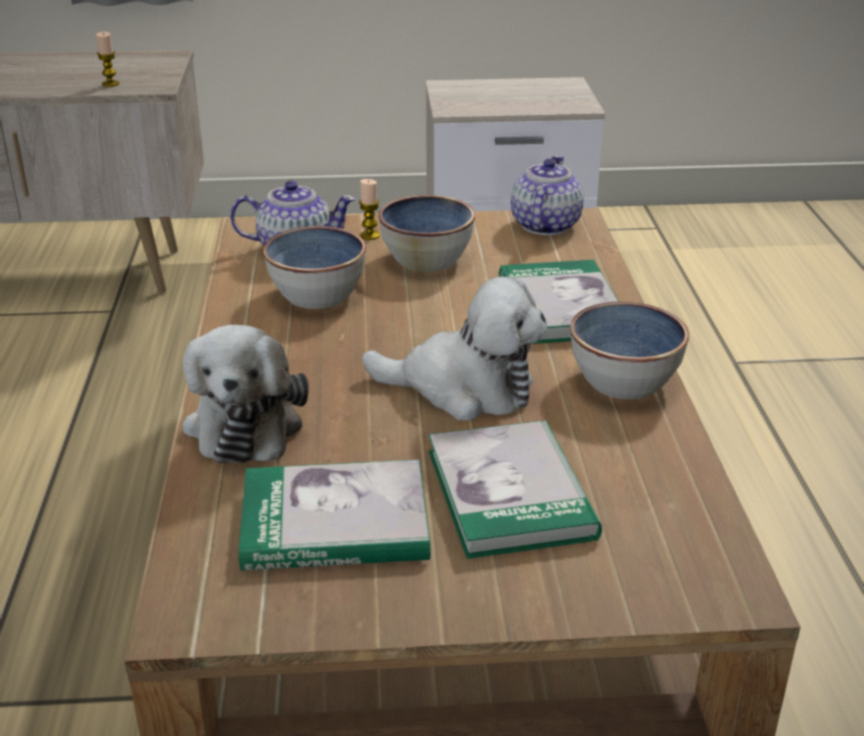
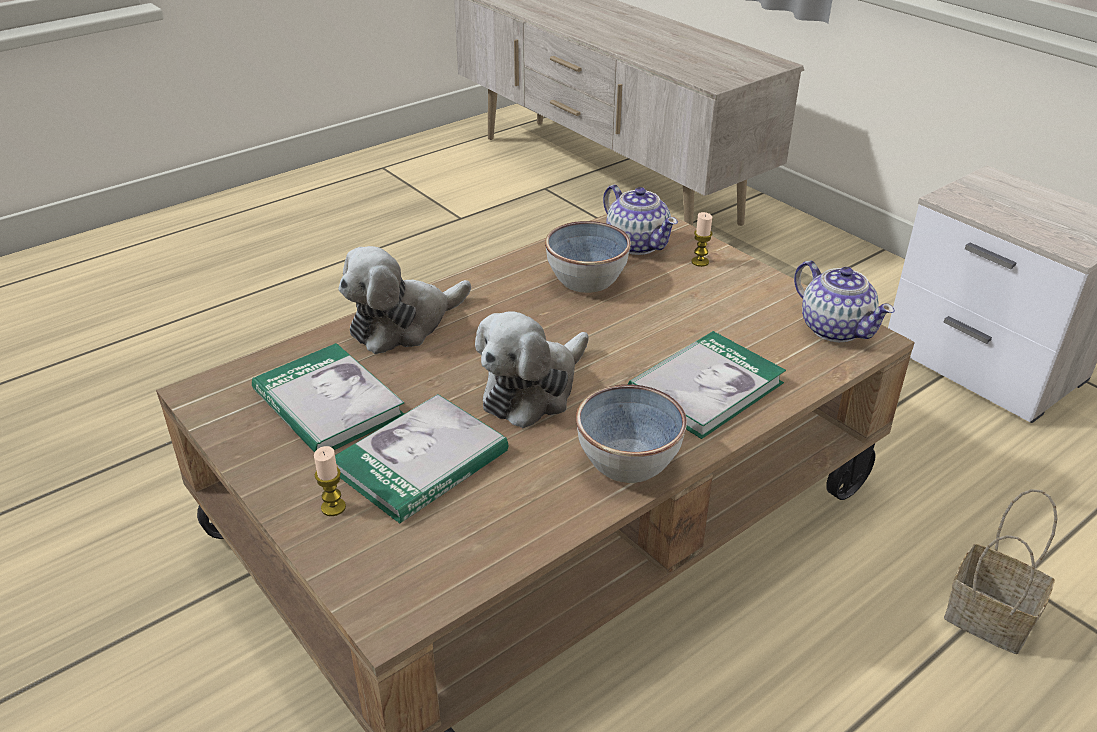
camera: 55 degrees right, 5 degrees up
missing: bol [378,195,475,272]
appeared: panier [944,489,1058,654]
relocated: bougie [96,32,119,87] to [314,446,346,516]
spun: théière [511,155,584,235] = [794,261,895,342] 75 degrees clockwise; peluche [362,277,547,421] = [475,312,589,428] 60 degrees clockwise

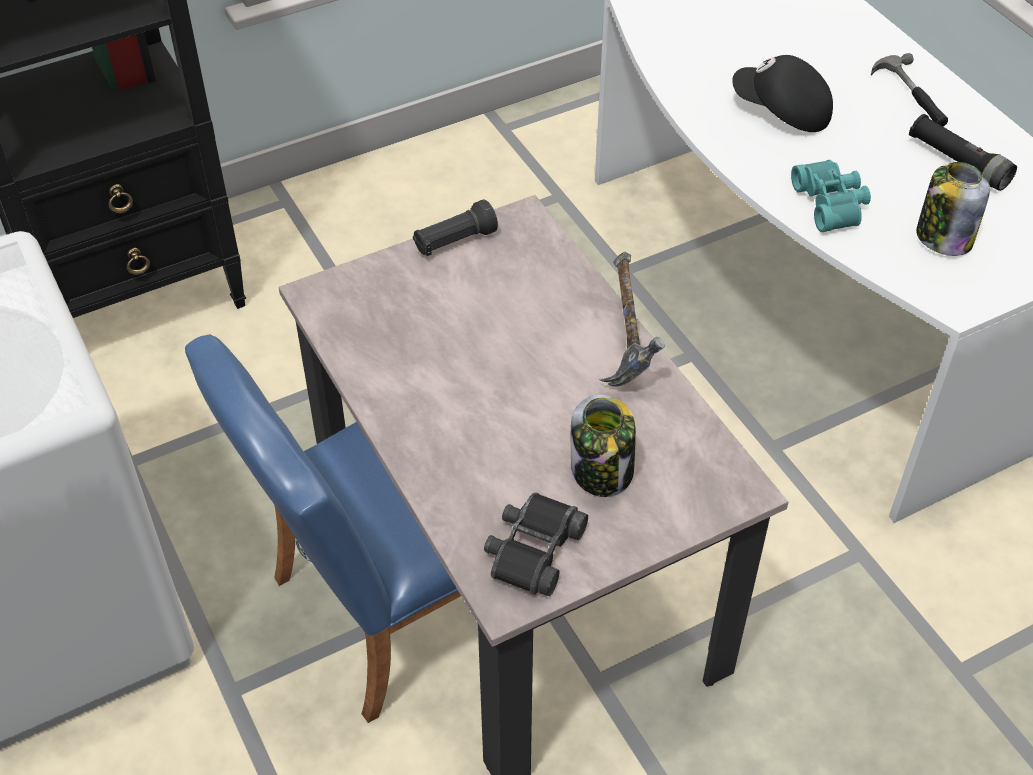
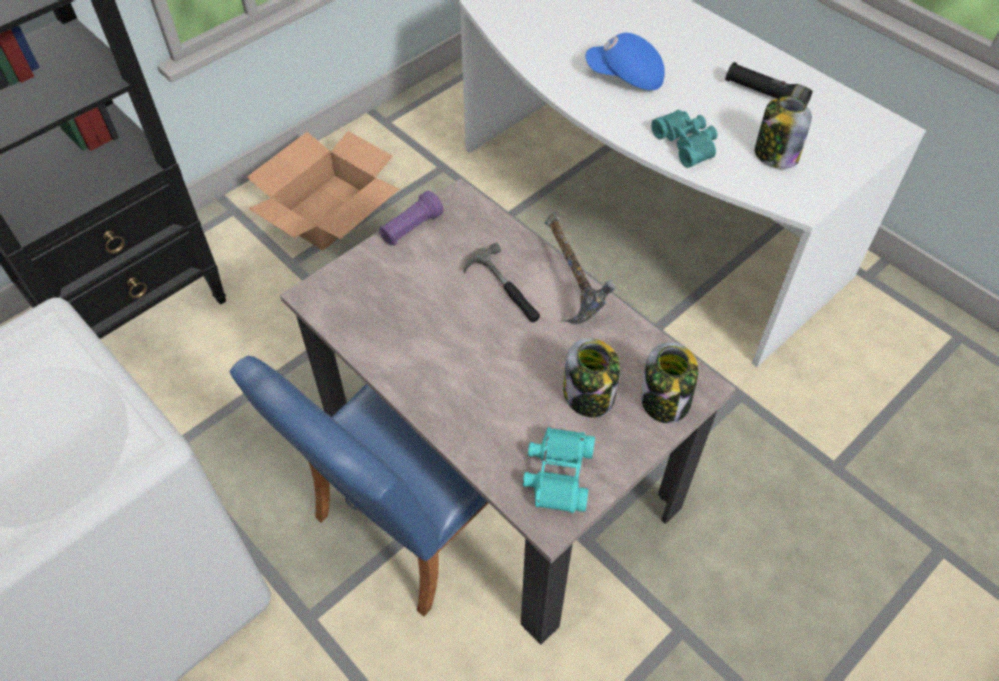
camera: 15 degrees left, 5 degrees up
appeared: carton [247,131,399,251]; bocal [641,342,698,423]
relocated: marteau [871,53,948,126] to [464,243,540,322]
colour: casquette [noir] [732,55,833,132] to casquette [bleu] [585,33,665,90]; lampe de poche [noir] [413,200,498,256] to lampe de poche [violet] [379,191,443,246]; jumelles [noir] [484,492,588,596] to jumelles [turquoise] [523,427,595,513]

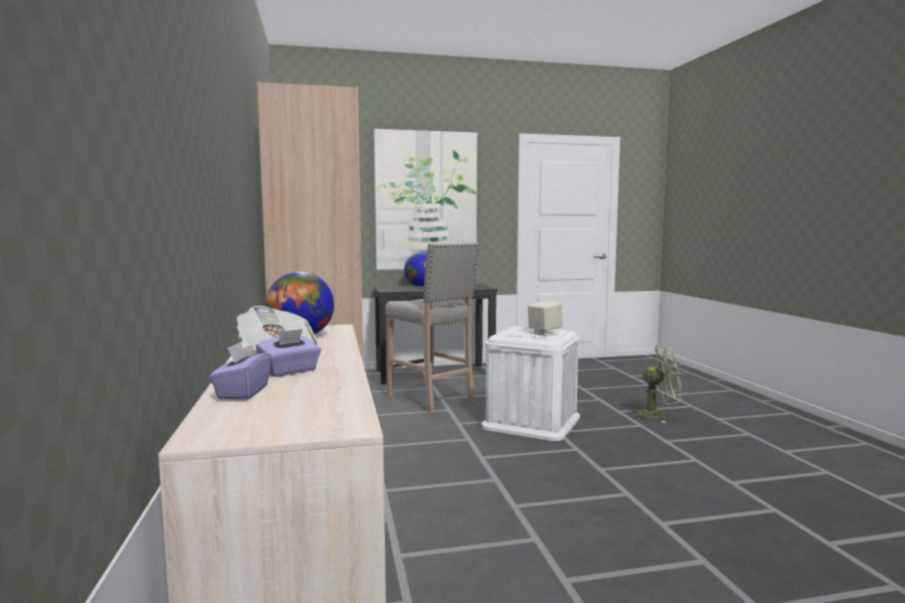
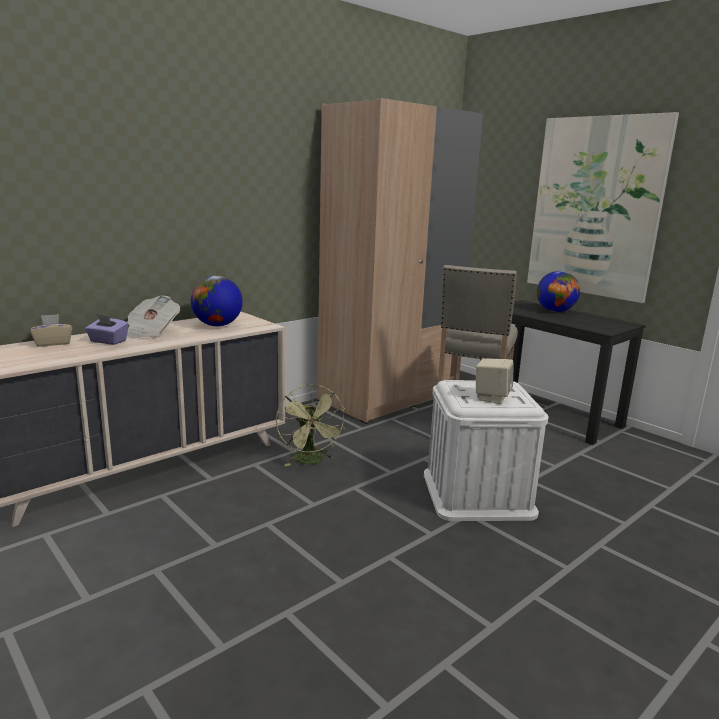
camera: 60 degrees right, 10 degrees up
relocated: ventilateur [vert] [628,344,681,423] to [276,384,345,466]
colour: boîte à mouchoirs [violet] [209,342,271,400] to boîte à mouchoirs [beige] [30,314,72,347]

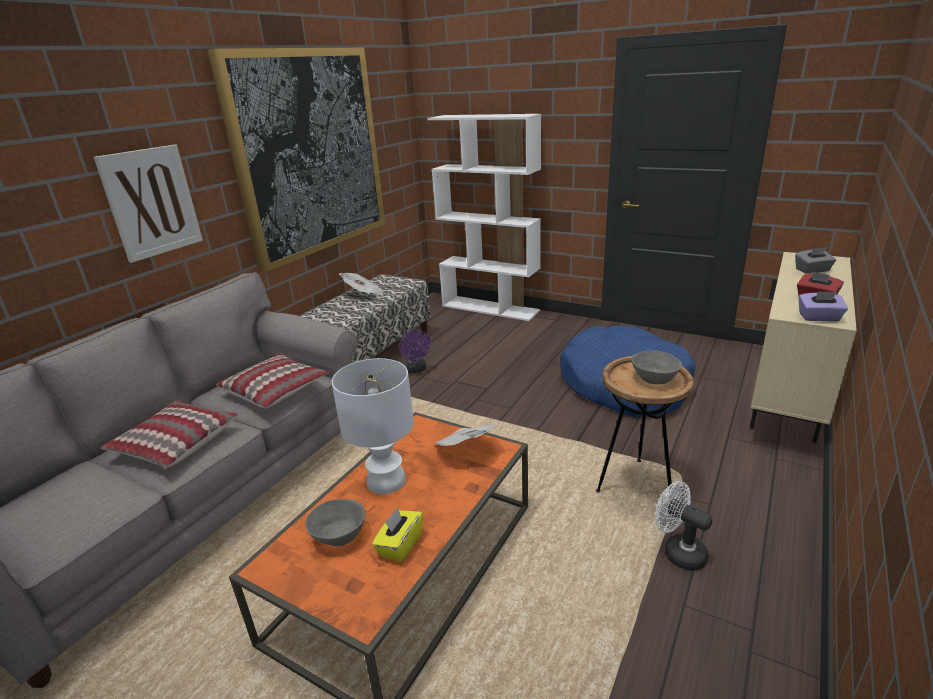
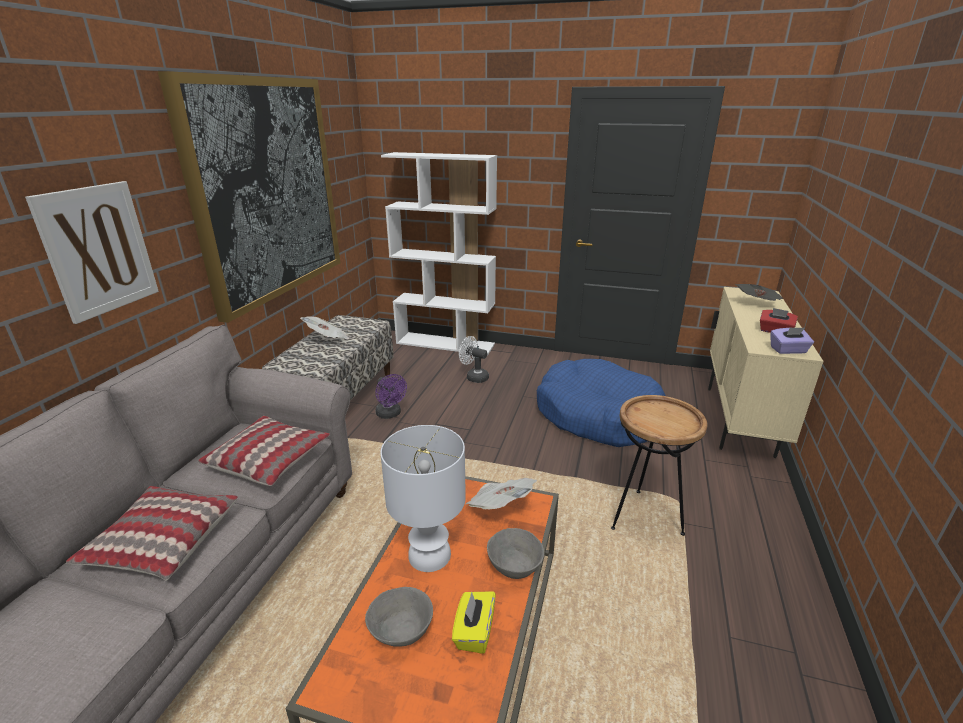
camera: 15 degrees left, 0 degrees up
relocated: bol [gris] [631,351,682,384] to [487,528,544,579]; ventilateur [blanc] [655,481,713,571] to [459,336,489,383]
exchanged: boîte à mouchoirs [gris] [795,247,836,274] to journal [735,284,783,301]

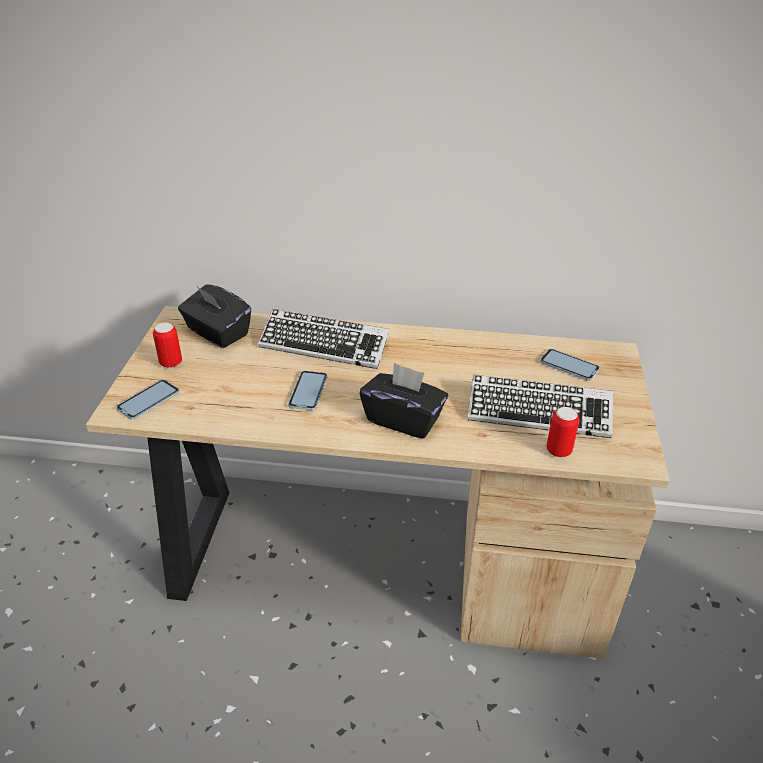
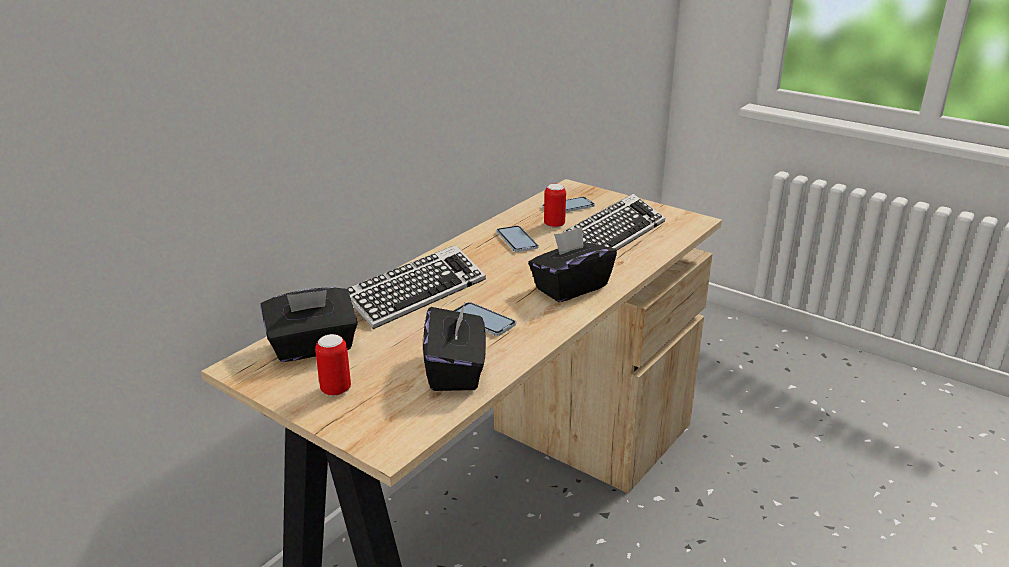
camera: 60 degrees left, 10 degrees down
appeared: boîte à mouchoirs [noir] [423,300,486,391]
relocated: téléphone [116,380,179,420] to [496,226,538,252]; boîte métallique [546,407,580,457] to [544,184,566,228]

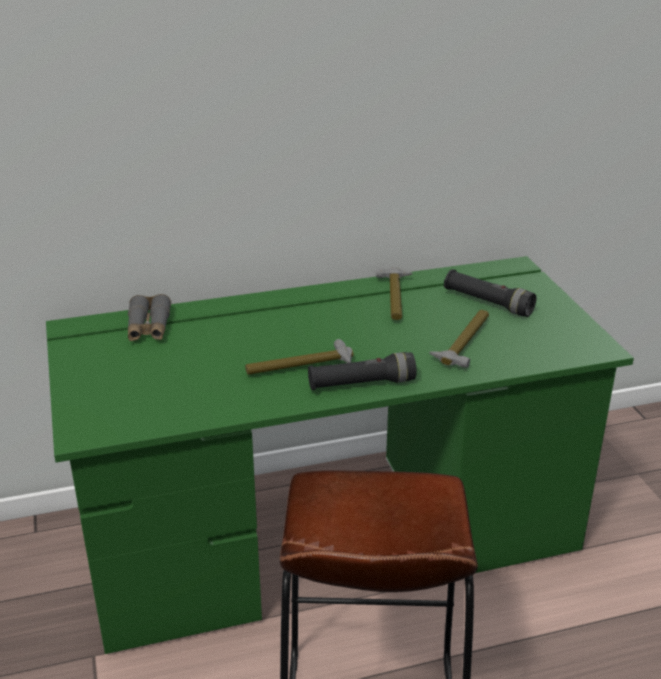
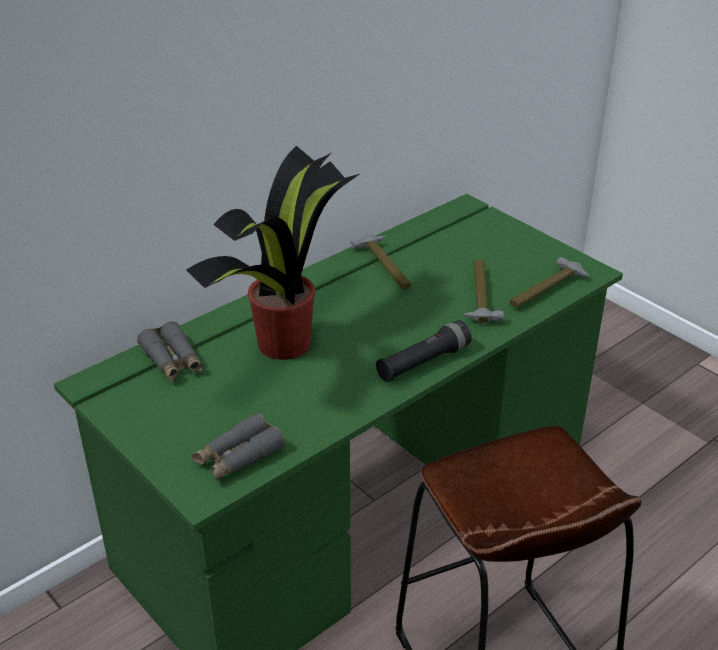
camera: 25 degrees left, 5 degrees up
missing: lampe de poche [noir] [444,269,536,317]
appeared: plante en pot [186,146,359,360]; jumelles [gris] [192,413,285,481]
relocated: marteau [245,339,354,375] to [510,257,589,308]

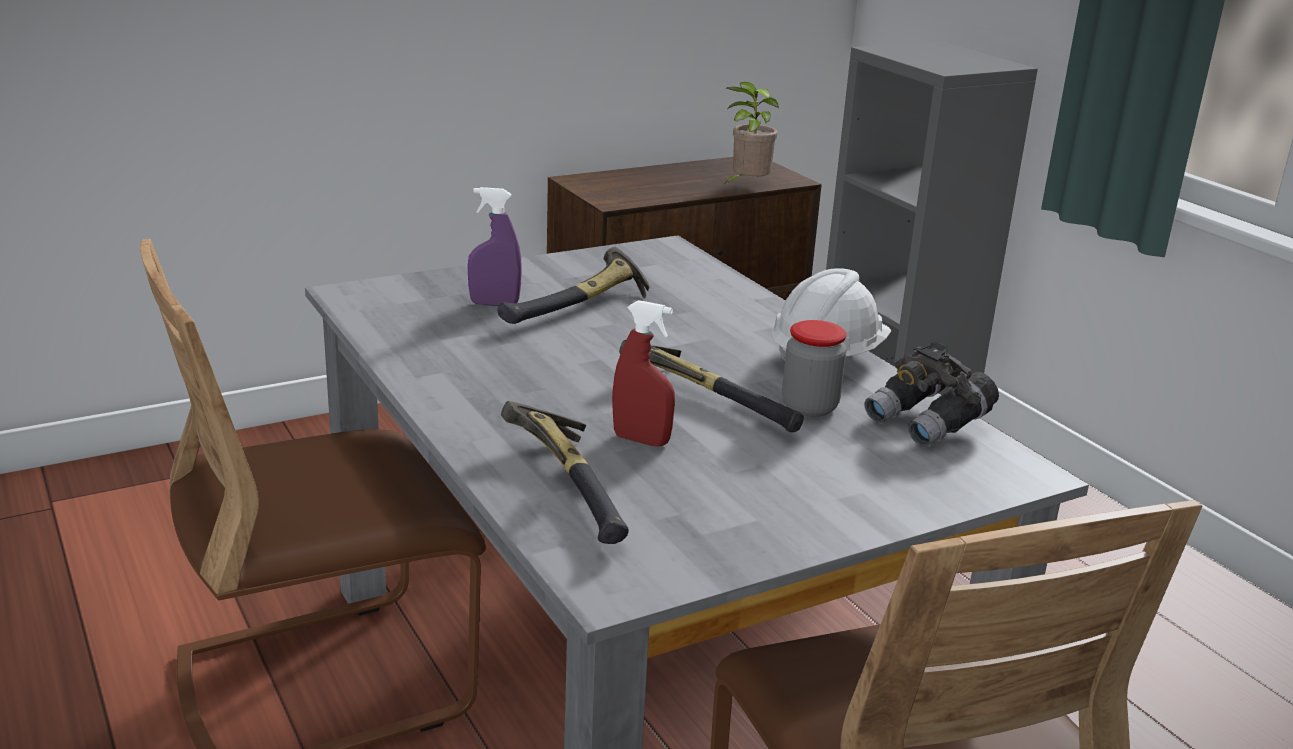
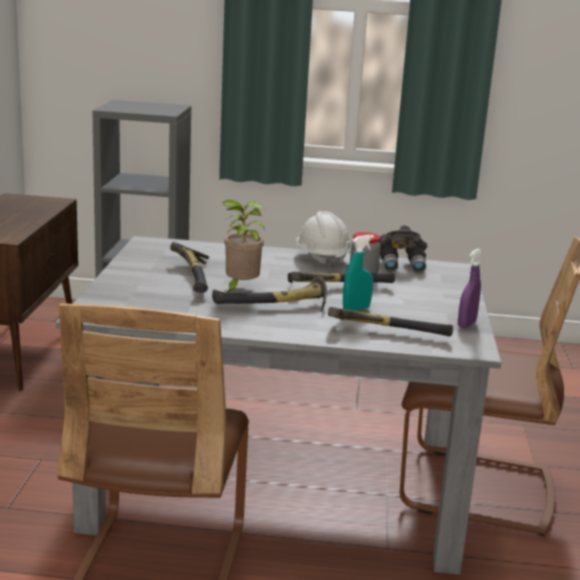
camera: 55 degrees left, 5 degrees down
appeared: marteau [212,276,327,312]
relocated: plante en pot [723,82,779,185] to [222,200,265,293]; vaporisateur [violet] [467,187,522,306] to [458,249,482,328]
colour: vaporisateur [rouge] [612,300,675,446] to vaporisateur [turquoise] [343,235,374,311]

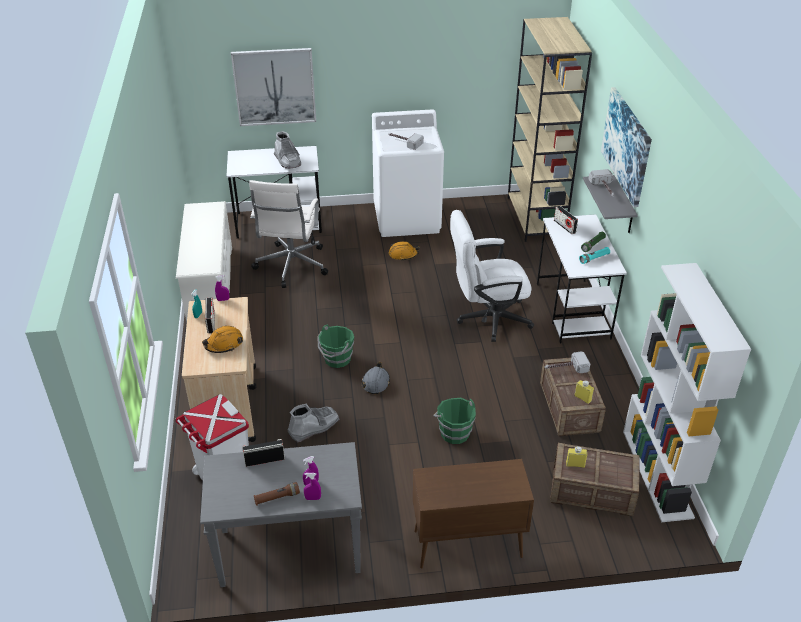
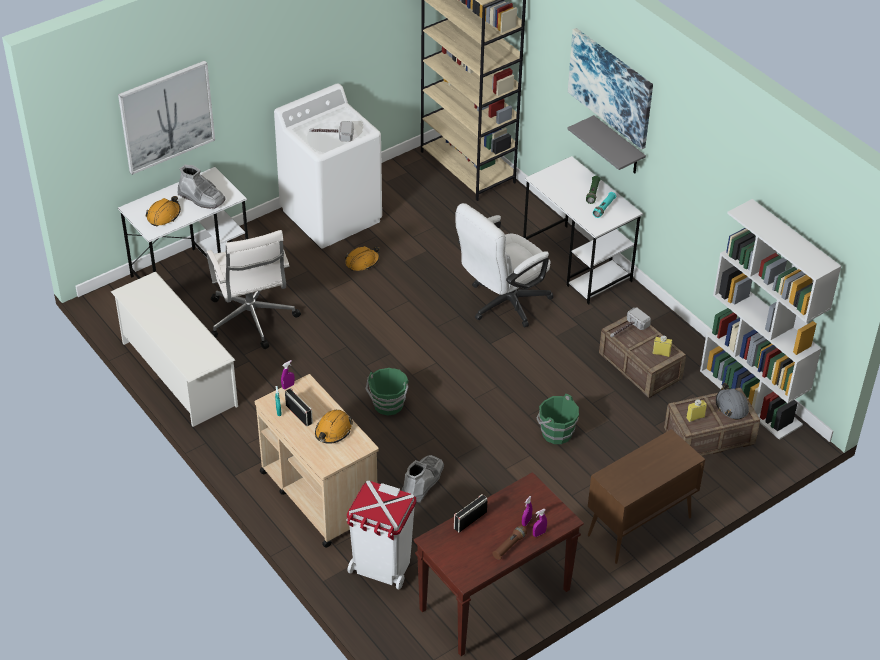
camera: 30 degrees left, 5 degrees up
missing: marteau [589,169,615,197]; radio [554,206,578,234]
appeared: casque de chantier [orange] [145,196,181,226]
relocated: casque de chantier [gris] [362,362,390,394] to [716,383,749,420]
colour: table console [gris] [200,442,362,587] to table console [marron] [414,472,584,656]

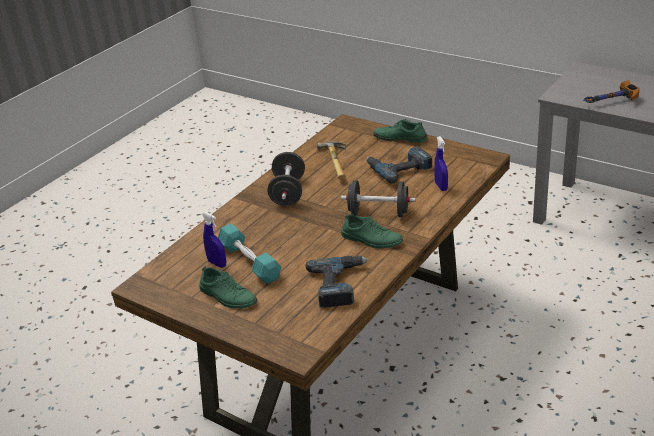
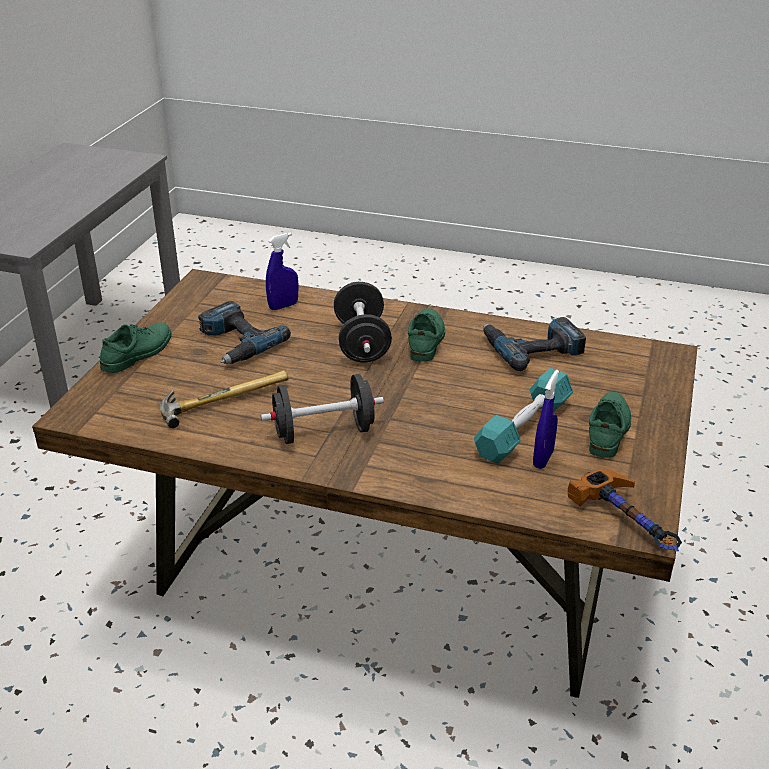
camera: 110 degrees left, 0 degrees up
relocated: marteau [583,80,640,103] to [568,469,682,551]
spun: chaussure [vert] [373,119,427,143] = [100,322,172,373] 150 degrees counterclockwise

